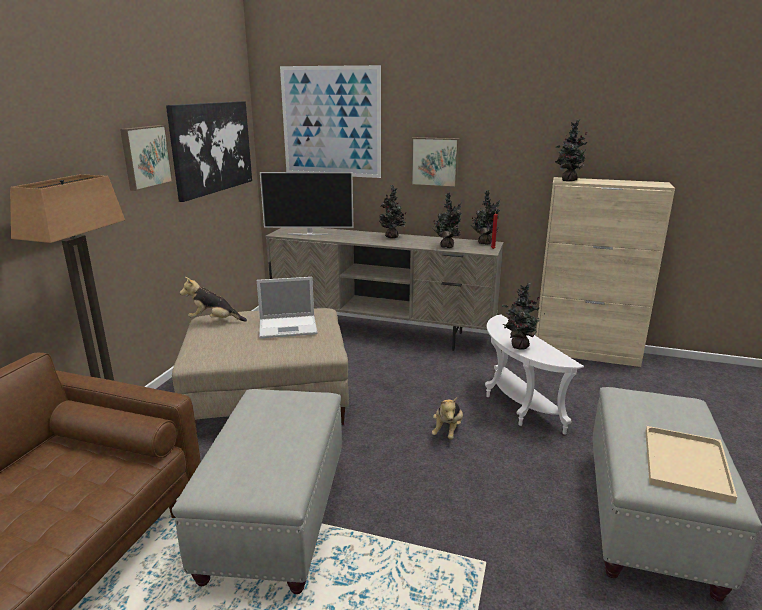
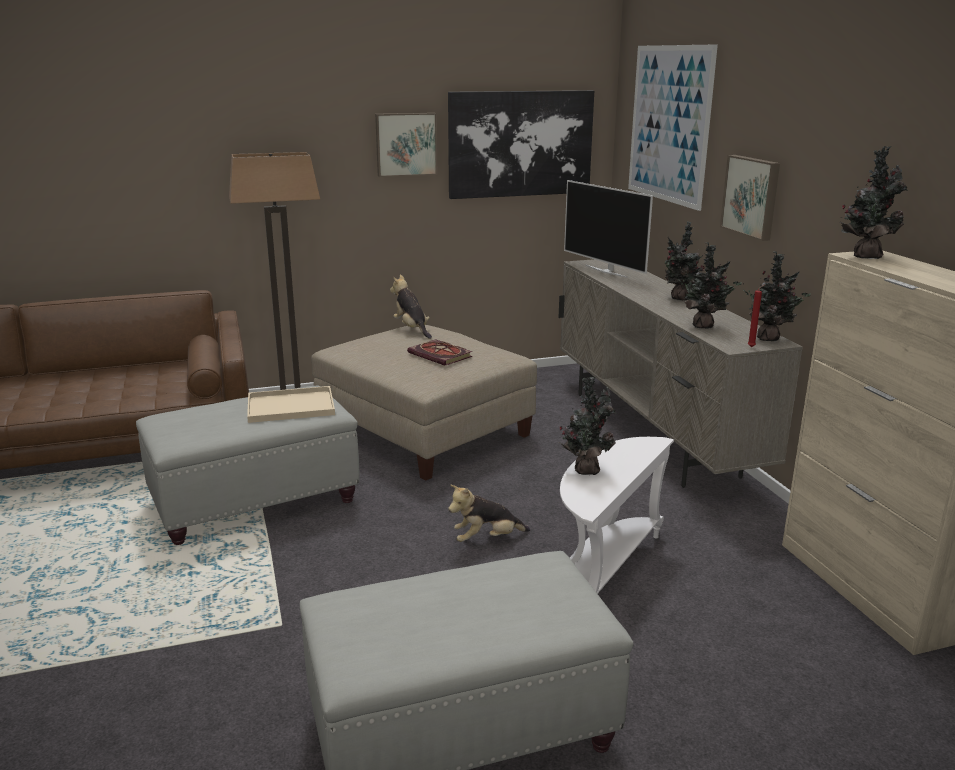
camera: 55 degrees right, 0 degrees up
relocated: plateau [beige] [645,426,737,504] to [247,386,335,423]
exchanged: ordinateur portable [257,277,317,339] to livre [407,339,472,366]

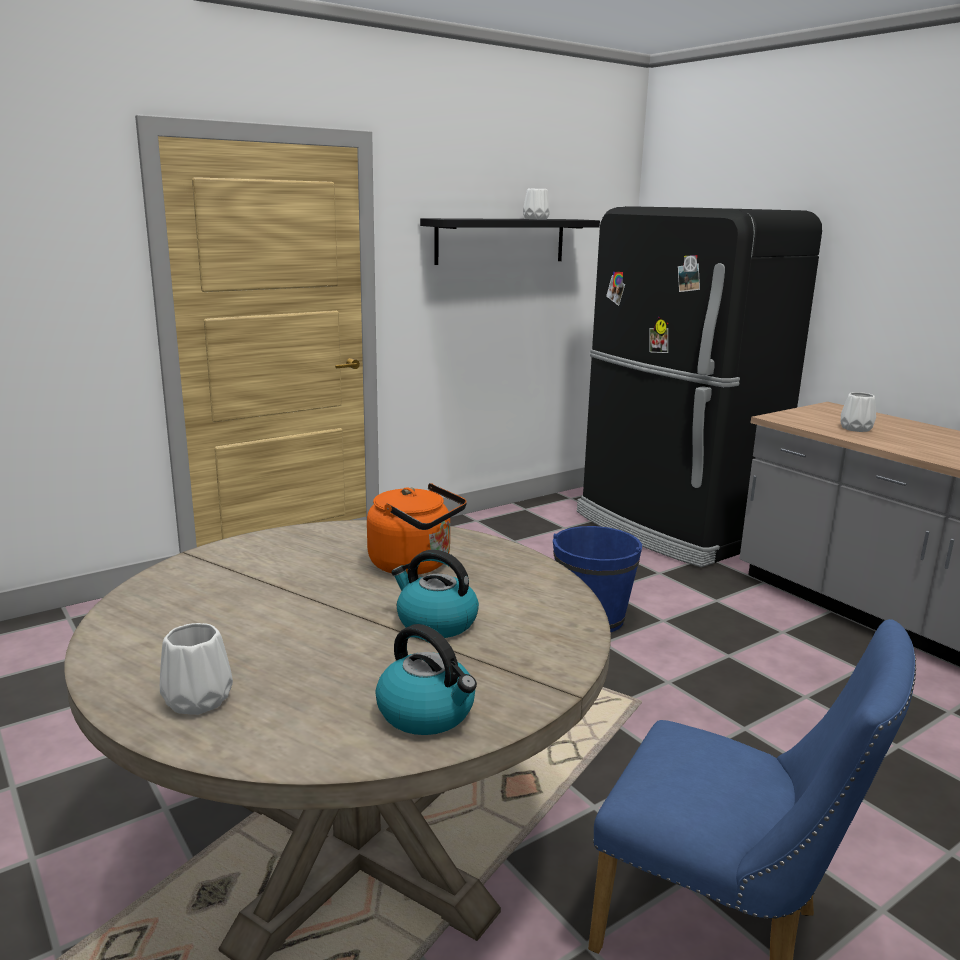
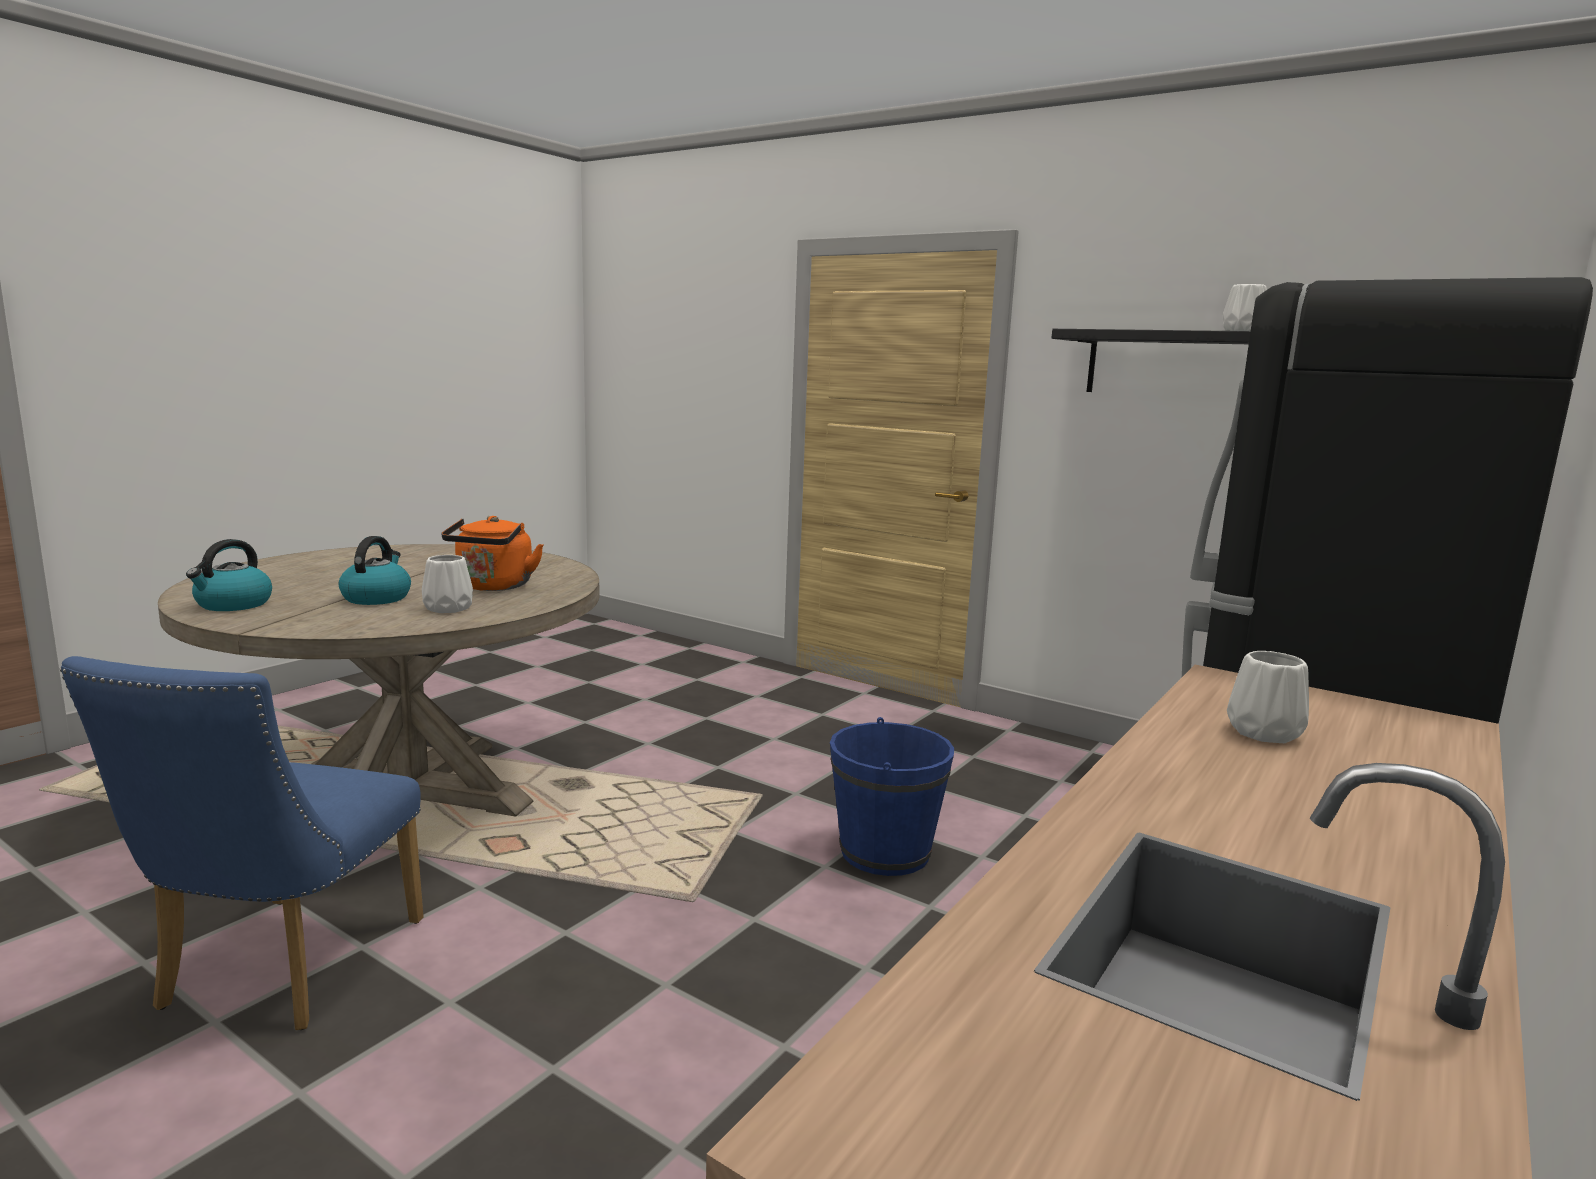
camera: 70 degrees right, 5 degrees down
relocated: vase [blanc] [160,623,233,715] to [422,555,473,613]

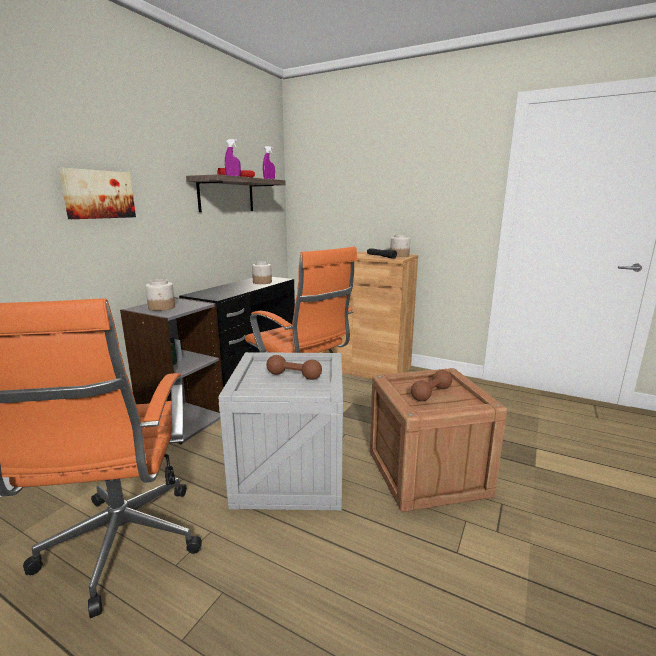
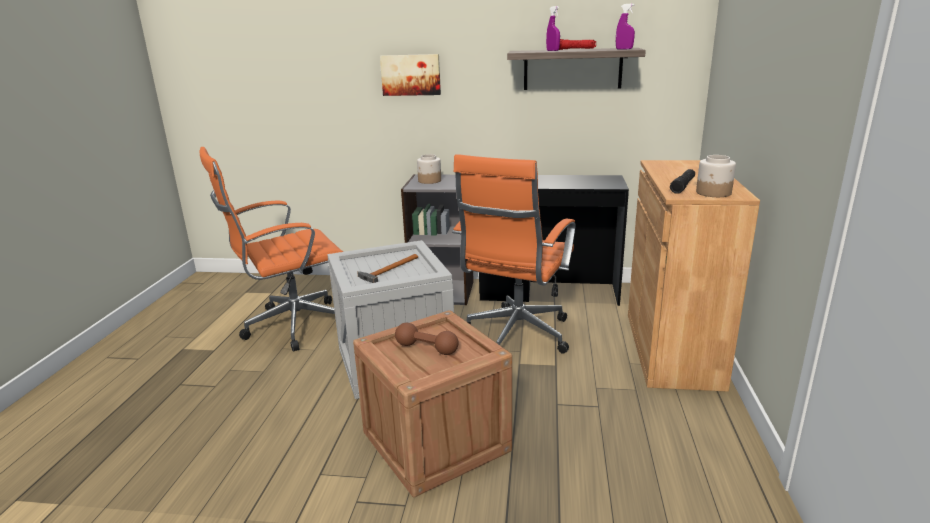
camera: 70 degrees right, 5 degrees up
missing: bocal [252,261,272,284]
exchanged: haltère [marron] [267,355,322,380] to marteau [357,254,418,283]

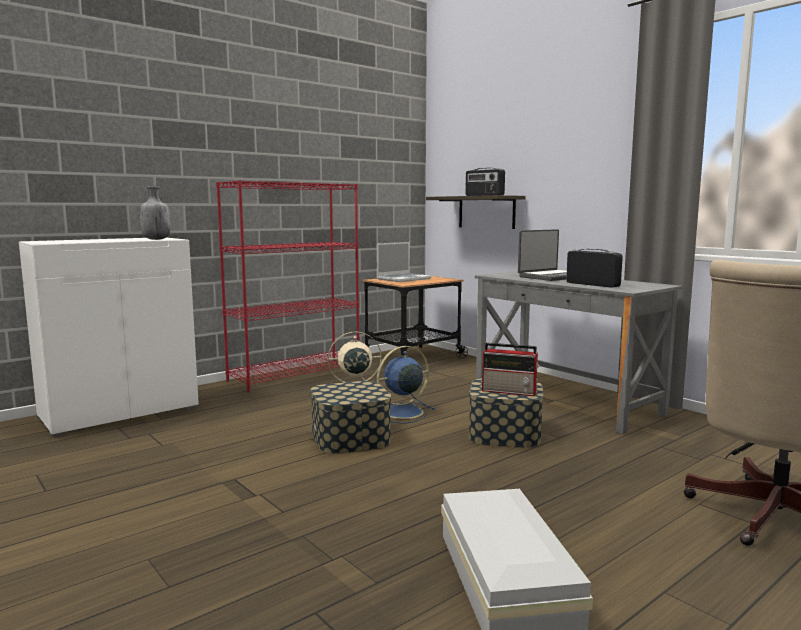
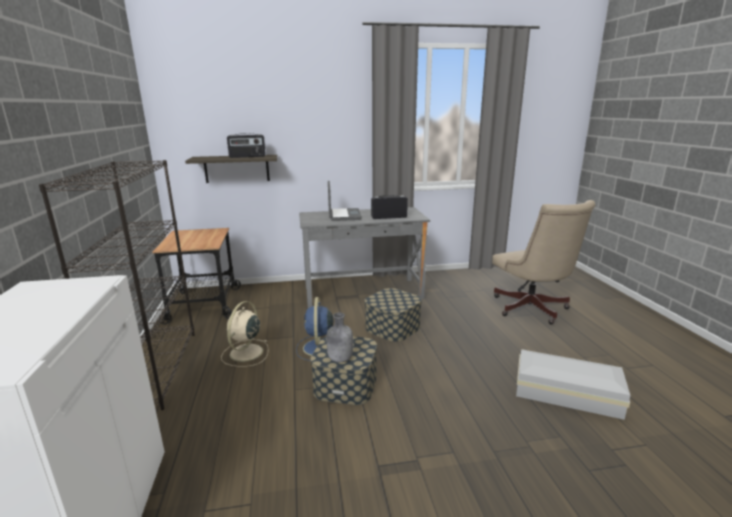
camera: 60 degrees left, 10 degrees up
missing: ordinateur portable [377,242,431,282]; radio [482,343,540,396]
relocated: bouteille [gris] [140,186,170,240] to [326,312,353,362]
colour: bibliothèque [rouge] [216,180,359,392] to bibliothèque [noir] [39,160,195,410]

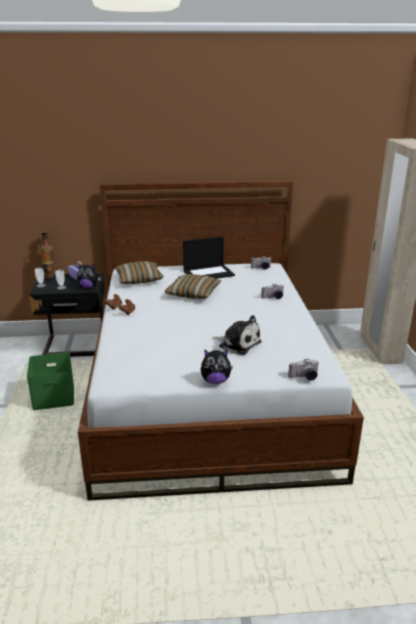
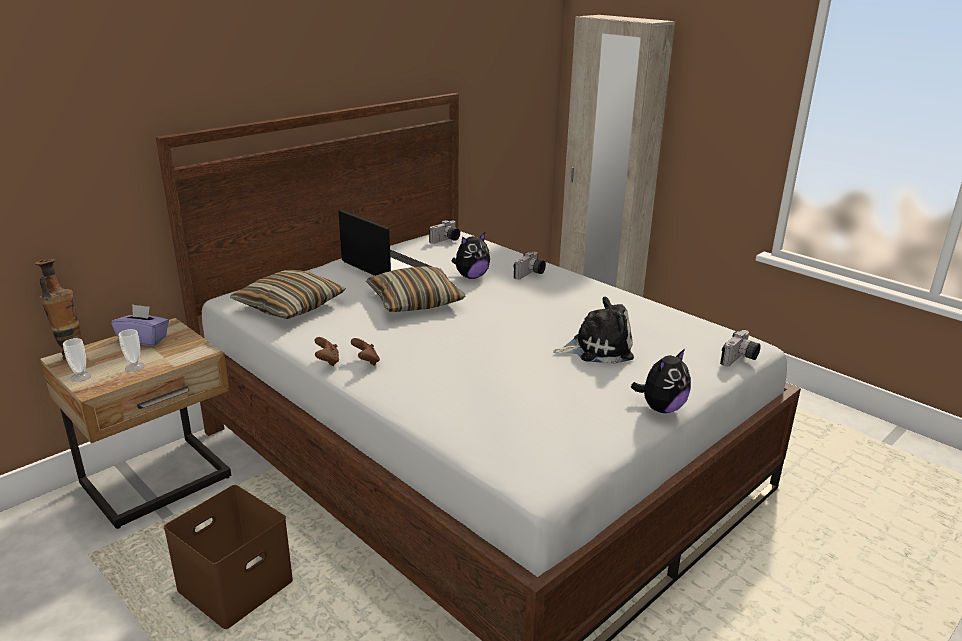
camera: 40 degrees left, 0 degrees up
relocated: peluche [77,264,101,289] to [452,232,490,279]
colour: table de chevet [noir] [29,273,105,357] to table de chevet [beige] [40,318,231,529]; boîte de rangement [vert] [27,352,74,410] to boîte de rangement [marron] [164,485,293,629]
spun: ordinateur portable [183,236,235,279] = [339,210,432,276] 75 degrees counterclockwise

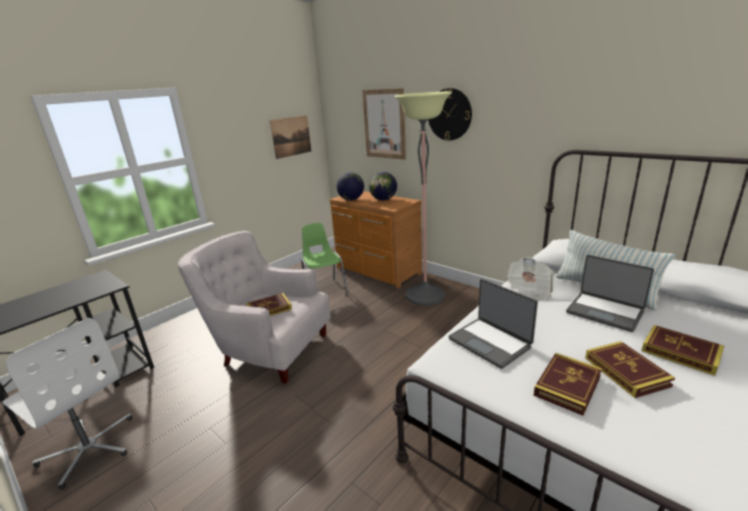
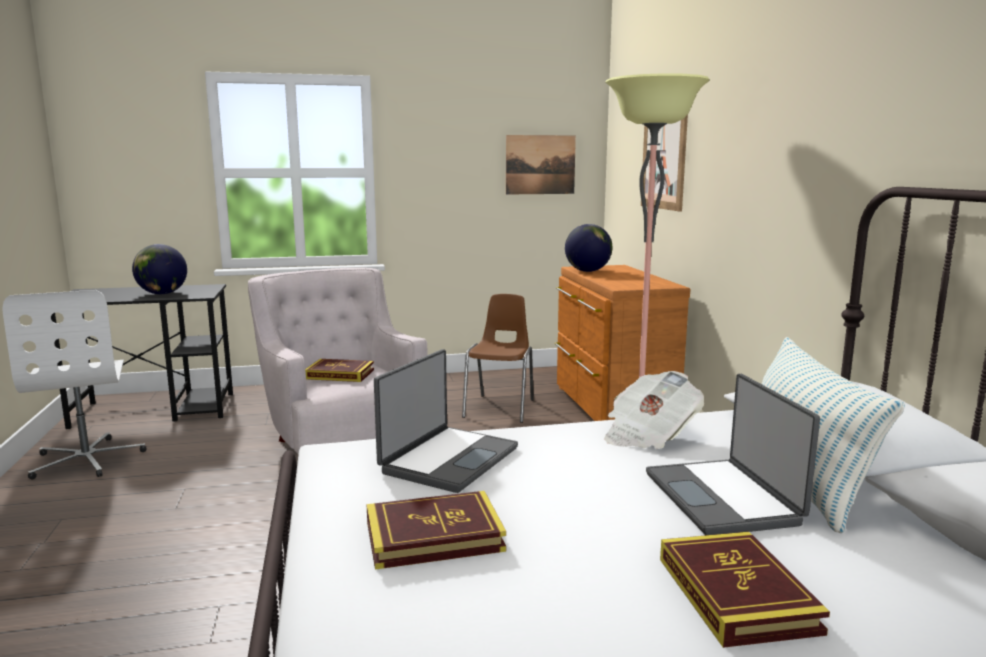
camera: 35 degrees right, 10 degrees down
missing: horloge murale [428,88,472,141]; livre [585,341,675,398]
relocated: globe [369,172,397,200] to [132,244,187,294]
colour: chaise [vert] [301,223,348,296] to chaise [marron] [462,294,534,423]
spun: ordinateur portable [448,279,538,369] = [374,349,518,493] 150 degrees counterclockwise

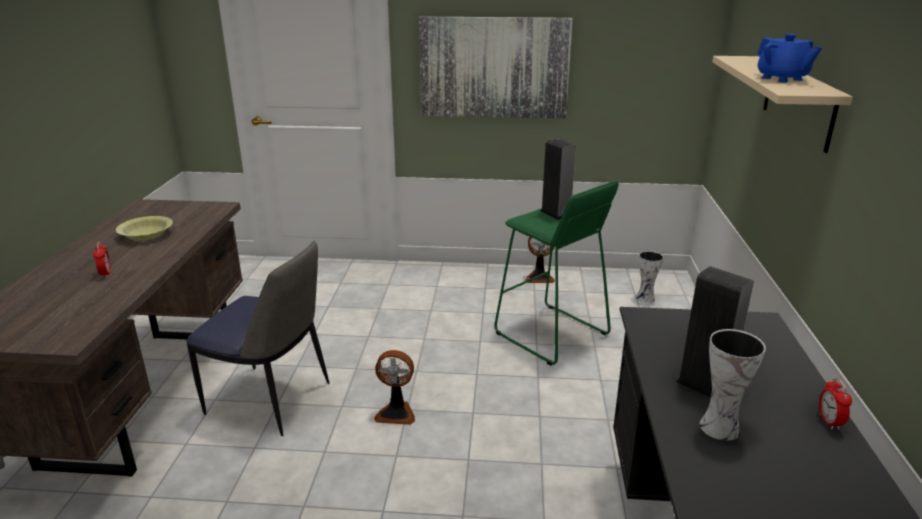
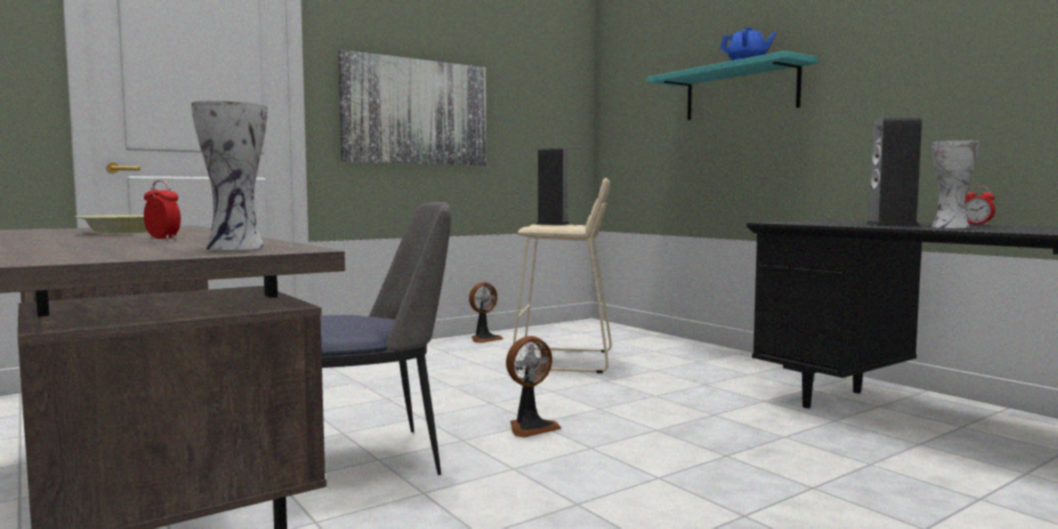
camera: 40 degrees left, 20 degrees down
relocated: vase [636,251,664,303] to [191,100,267,250]
colour: étagère [beige] [712,56,853,153] to étagère [turquoise] [647,51,818,120]; tabouret [vert] [494,181,619,366] to tabouret [beige] [513,178,612,373]

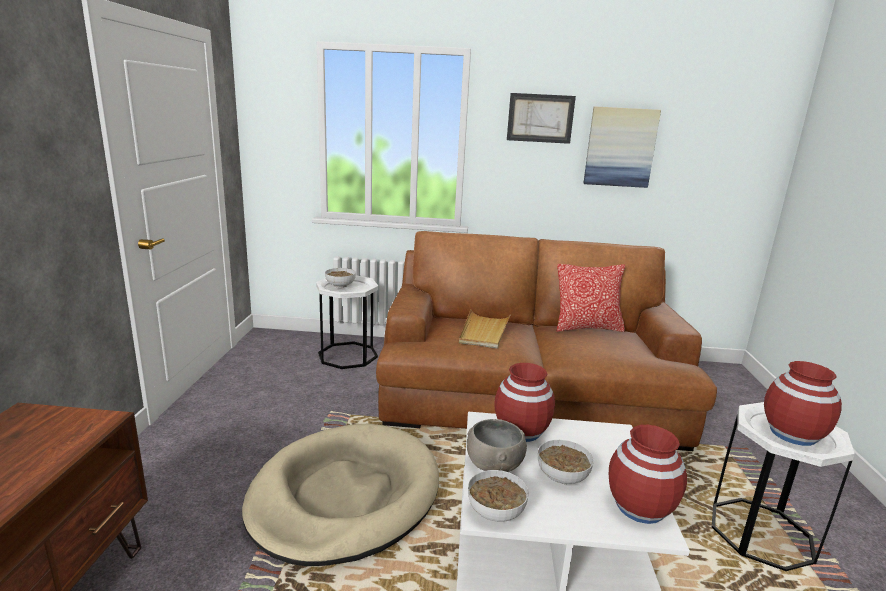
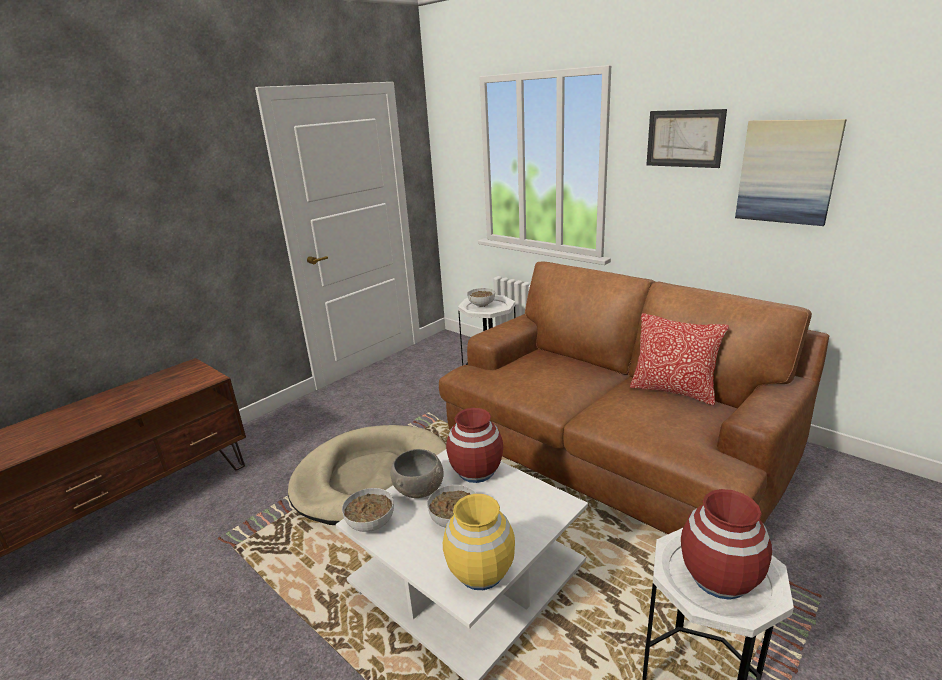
camera: 40 degrees right, 5 degrees up
missing: plateau [beige] [459,310,511,349]
colour: vase [rouge] [609,425,687,524] to vase [jaune] [443,494,515,590]

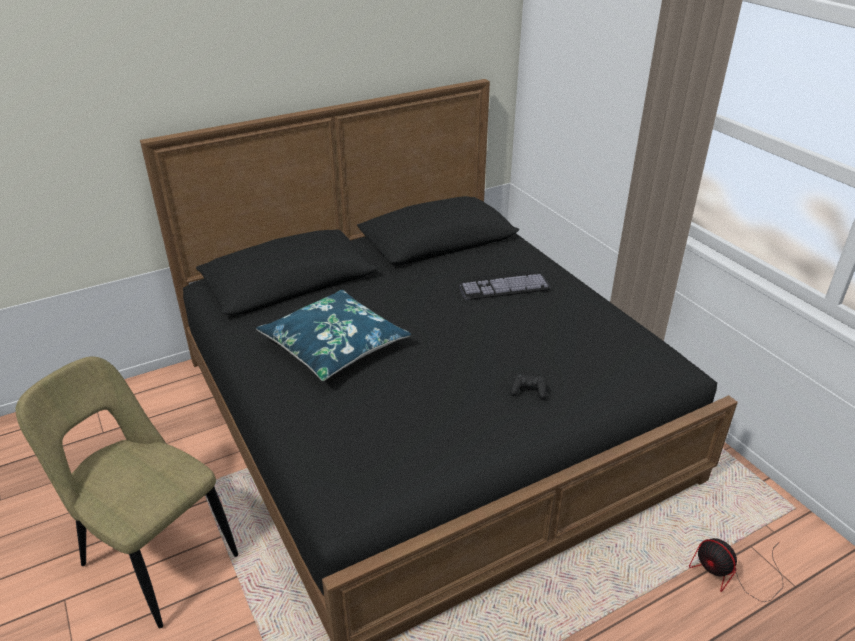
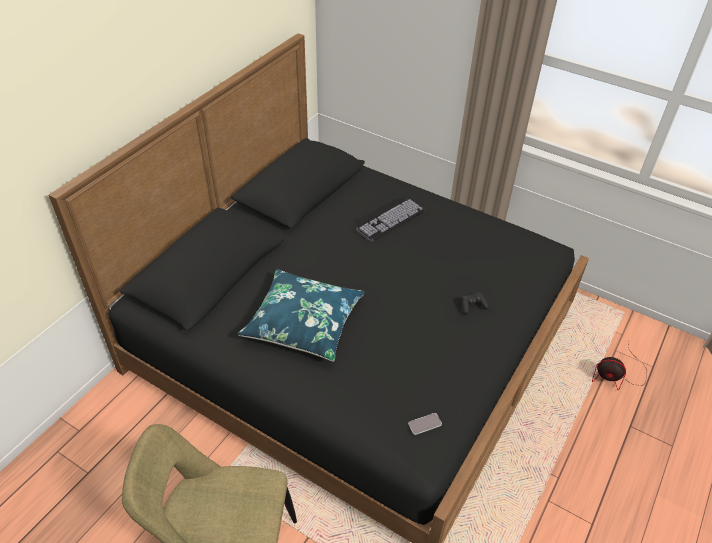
camera: 30 degrees left, 10 degrees up
appeared: téléphone [408,413,442,435]

